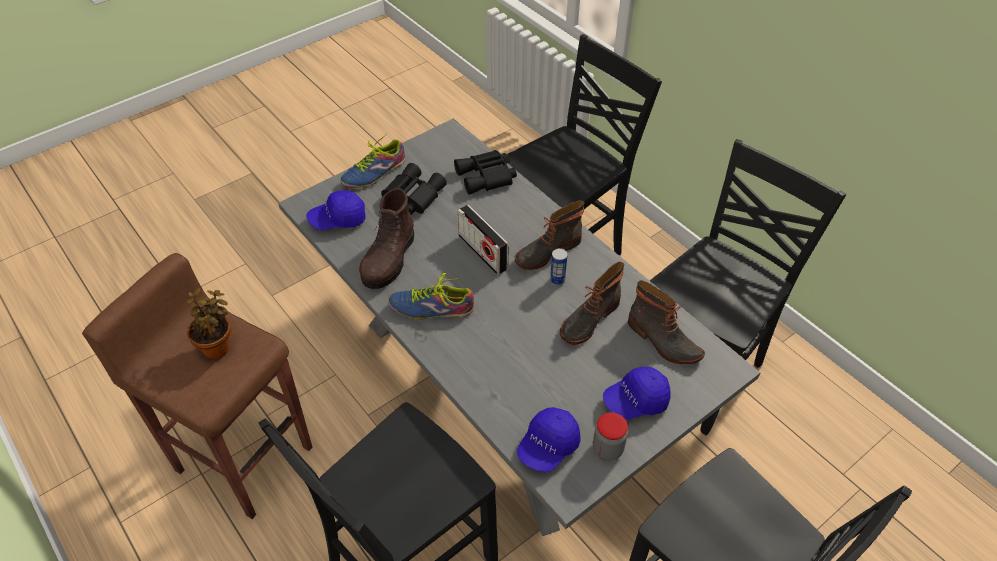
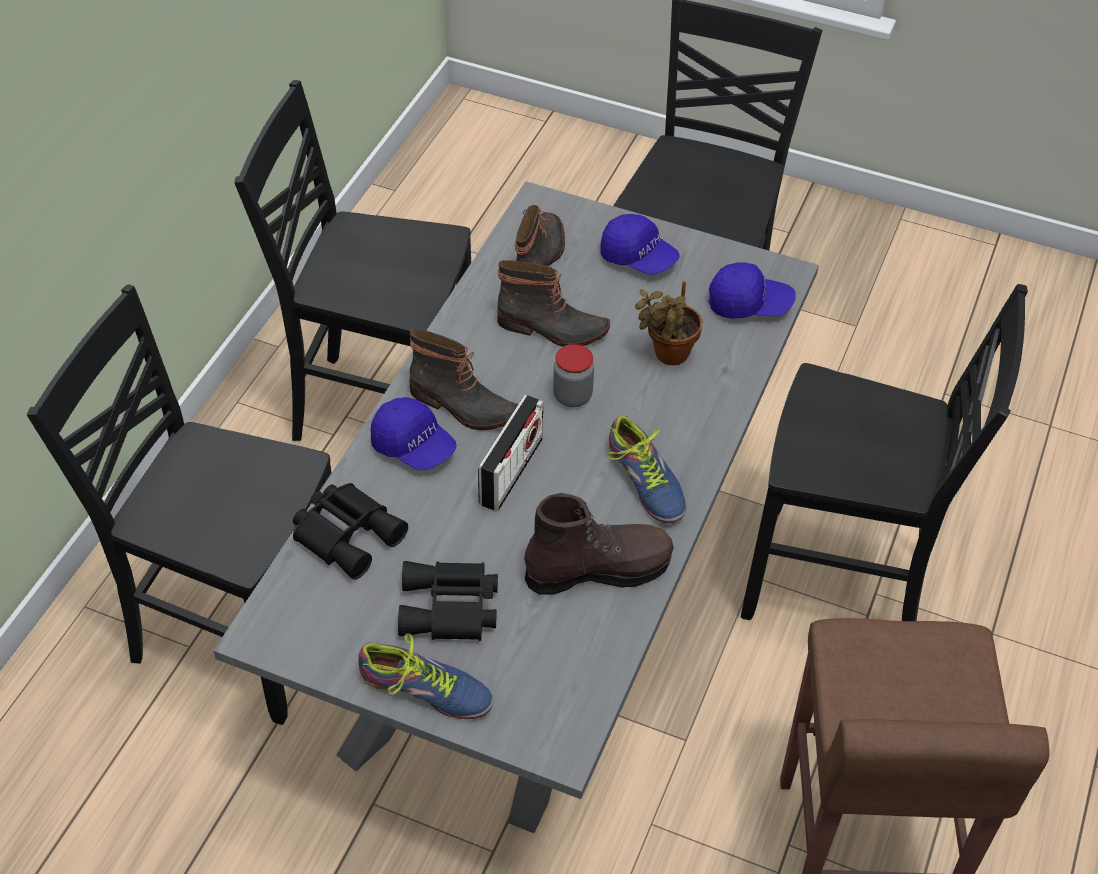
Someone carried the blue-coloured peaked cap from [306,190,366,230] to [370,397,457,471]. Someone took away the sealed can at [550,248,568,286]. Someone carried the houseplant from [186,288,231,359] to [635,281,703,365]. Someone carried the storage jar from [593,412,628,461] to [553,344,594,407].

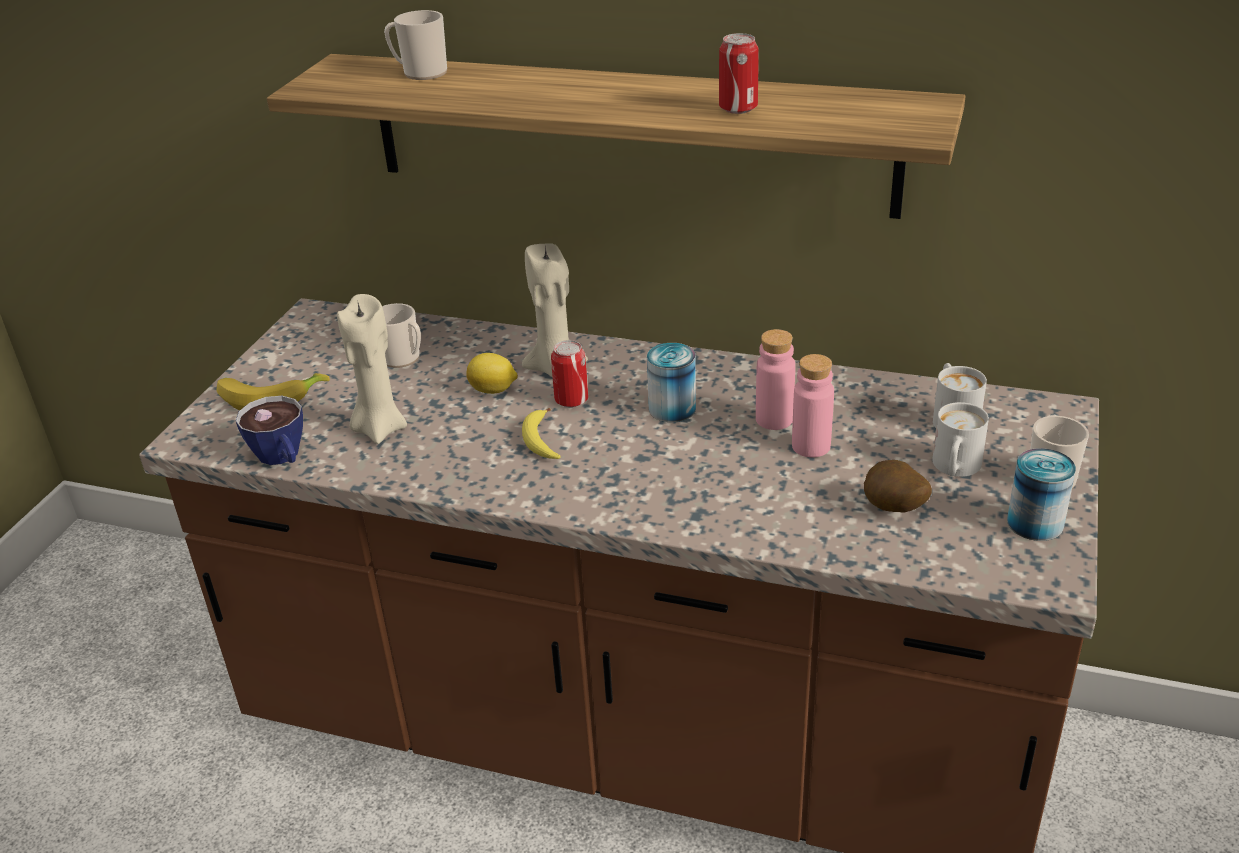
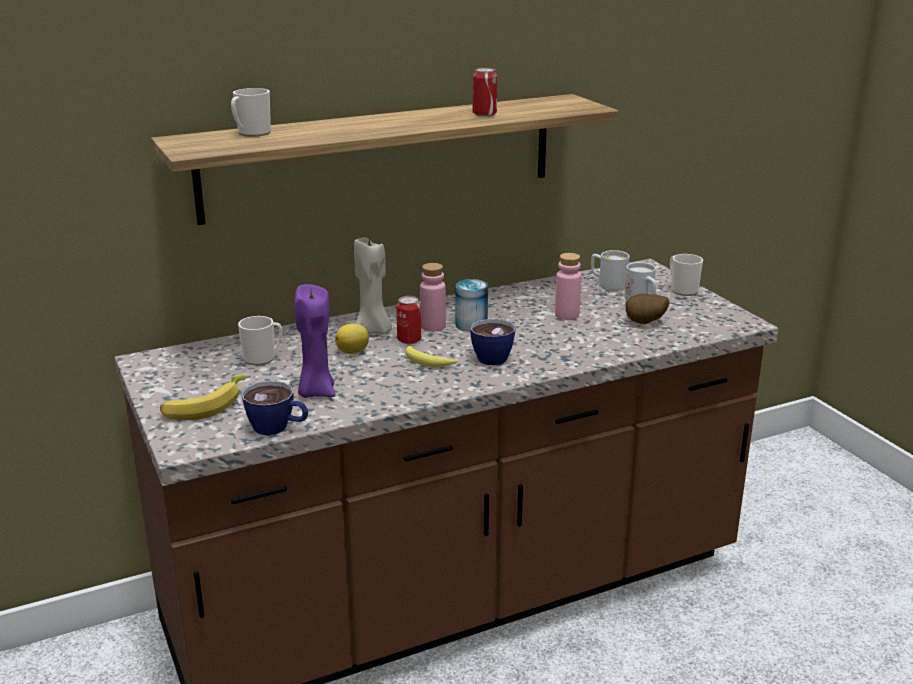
Someone repainted the sand-coloured wax light at [337,294,407,444], which became the purplish wax light at [294,284,335,398]. Someone carried the pinkish drink bottle from [756,329,795,430] to [420,263,446,332]. Someone took away the sealed can at [1007,448,1076,541]. Someone put down the drinking cup at [470,319,516,365].

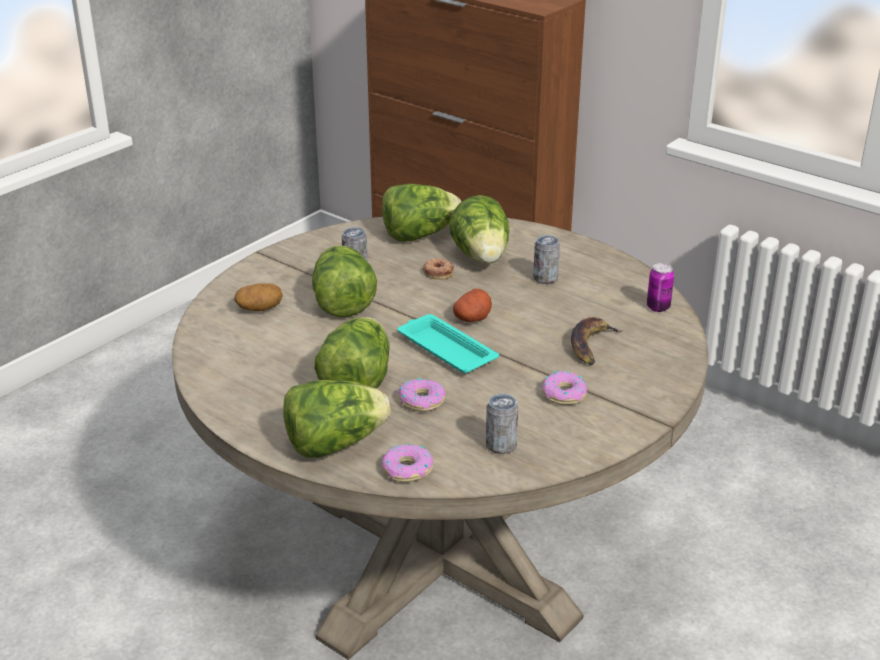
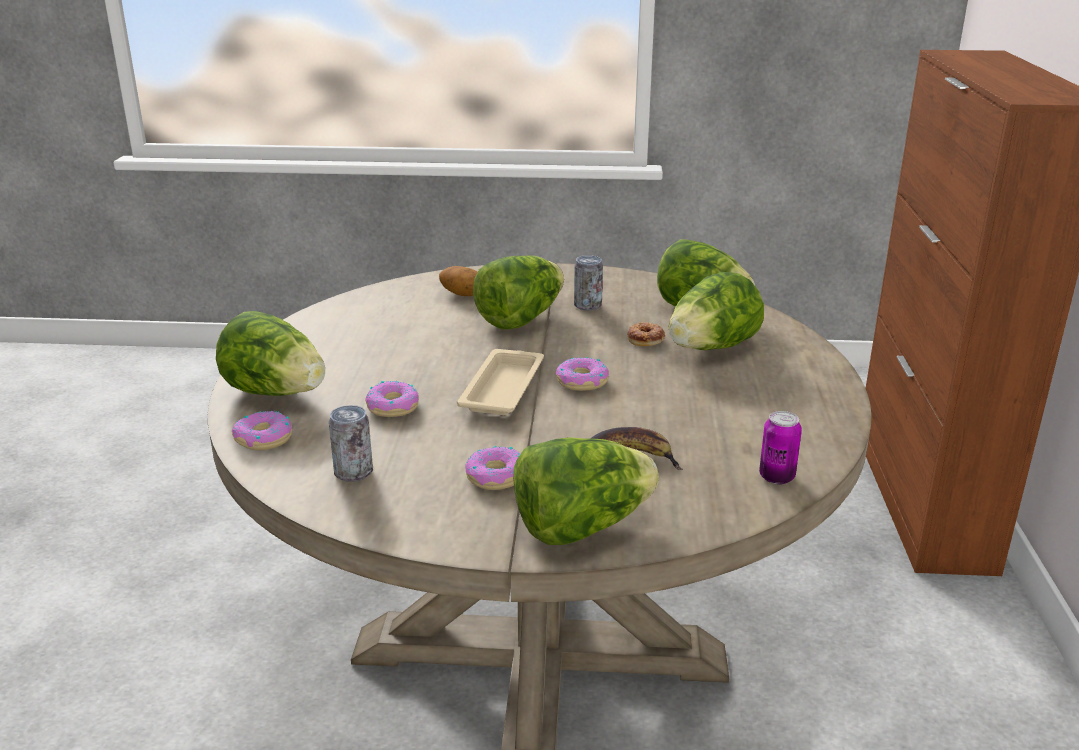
Someone took away the sealed can at [533,235,560,284]. Someone swapped the potato at [453,289,492,322] for the donut at [556,357,609,391]. Someone repainted the blue-green carrying tray at [397,314,499,373], which became the sand-coloured carrying tray at [457,349,544,415]. Someone carried the lettuce from [314,317,390,389] to [513,437,659,545].

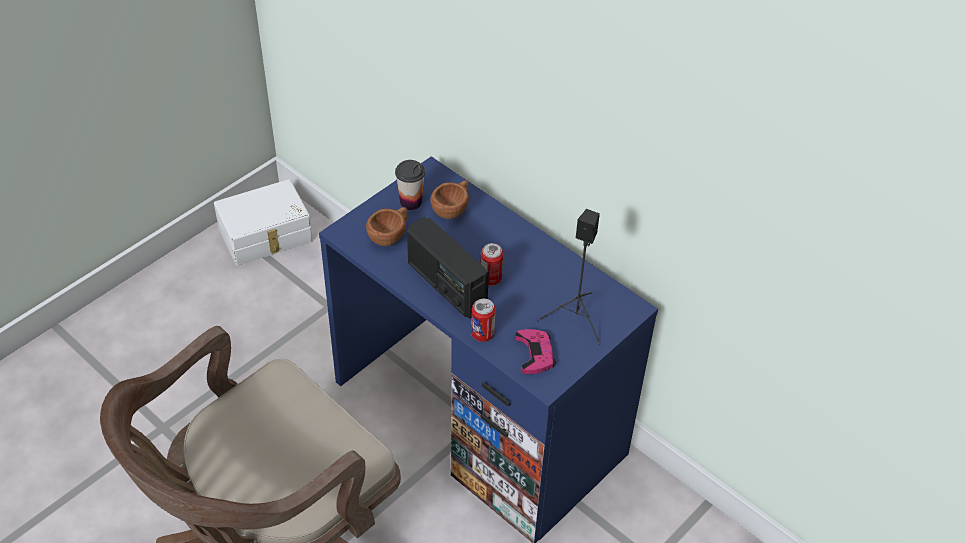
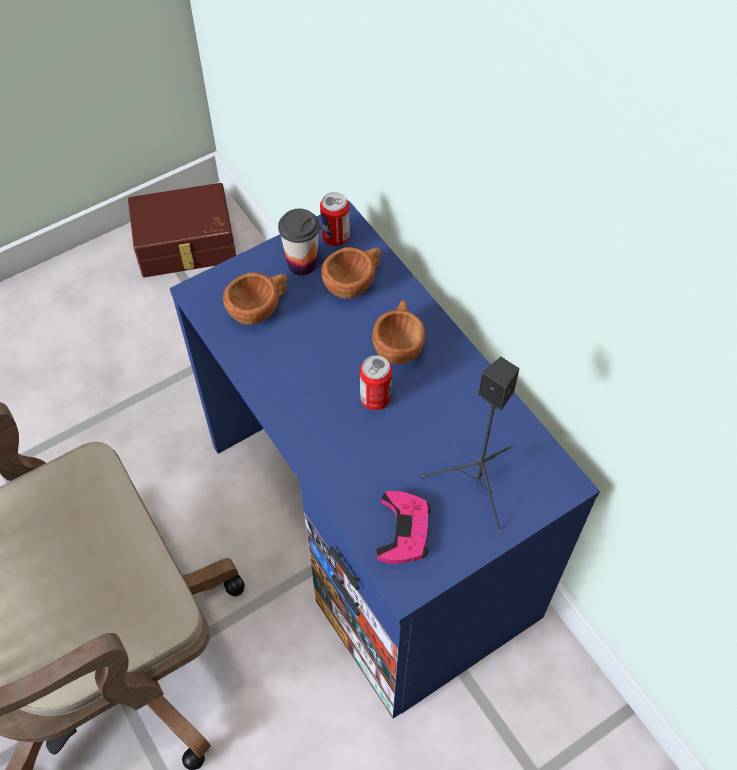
Someone repainted the white-coloured storage container at [214,179,313,266], which became the brownish storage container at [128,183,236,277]. Someone took away the radio receiver at [407,217,489,319]. Someone carried the sealed can from [471,299,496,342] to [320,192,350,246]. Someone put down the brownish drinking cup at [372,300,425,364].

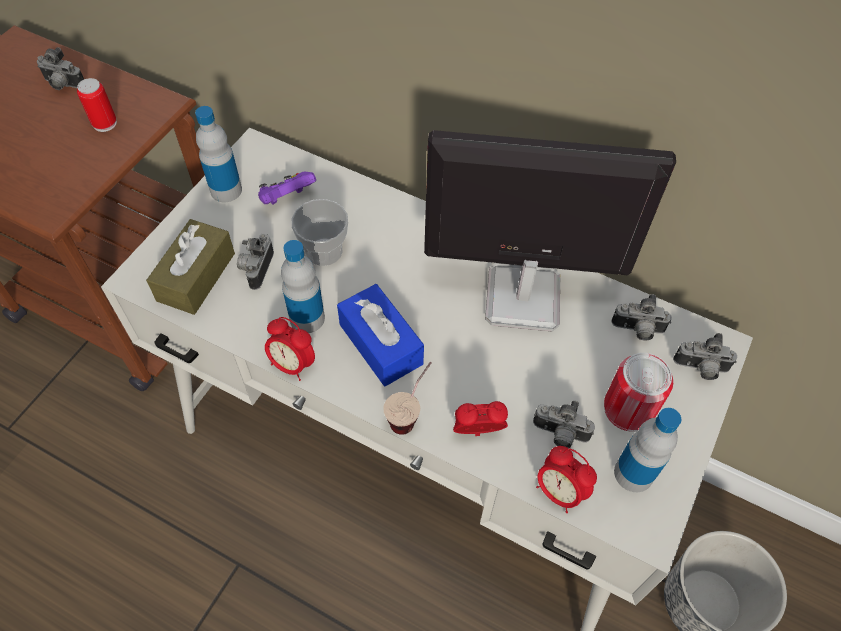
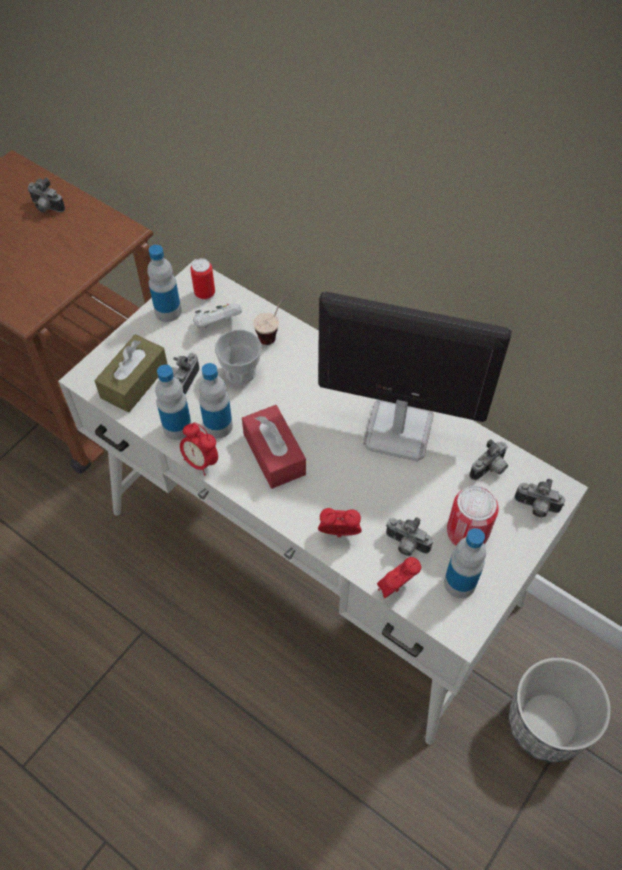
Someone carried the sealed can from [77,78,117,132] to [190,258,215,301]. Someone repainted the purplish gamepad at [258,172,316,205], which became the white-coloured gamepad at [193,303,242,328]. Someone repainted the blue-coloured tissue box at [337,284,424,386], which became the red tissue box at [242,405,306,489]. Someone rotated the still camera at [611,294,672,341] by 60 degrees counterclockwise. Someone carried the drinking cup from [383,362,432,435] to [253,292,290,345]. Someone rotated the alarm clock at [536,446,597,513] by 90 degrees clockwise. Someone put down the drink bottle at [155,365,192,440].

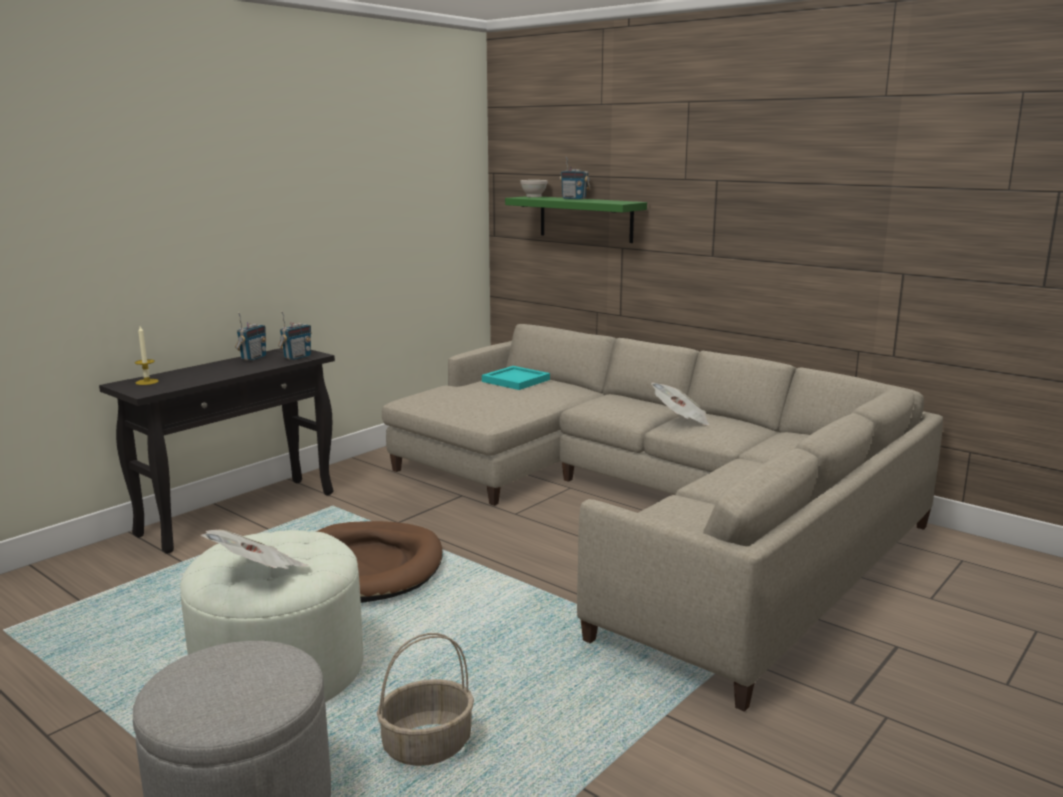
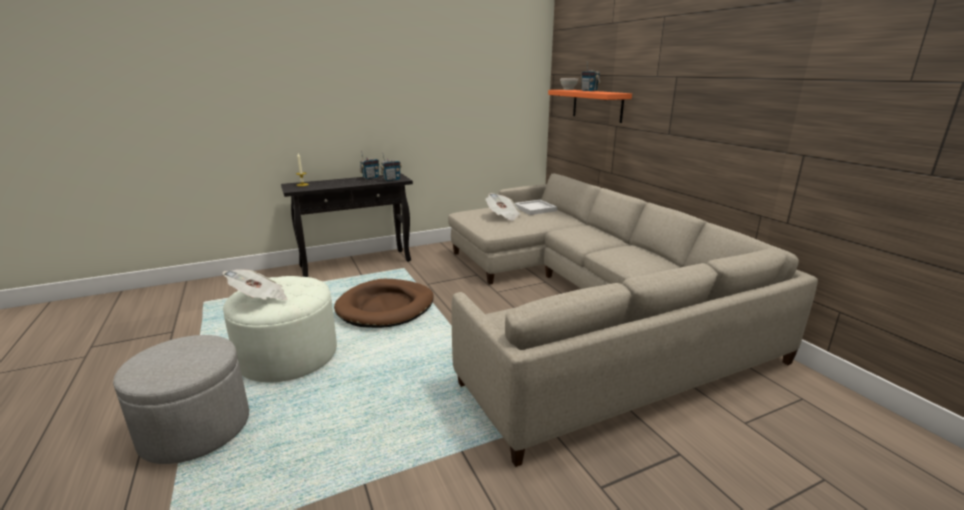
Someone repainted the greenish shelf at [505,196,647,243], which became the orange shelf at [548,90,632,123]. Someone repainted the blue-green carrying tray at [482,366,550,390], which became the white-coloured carrying tray at [514,200,557,215]. Someone carried the newspaper from [651,382,709,425] to [486,193,521,221]. Someone took away the storage basket at [377,633,474,766].

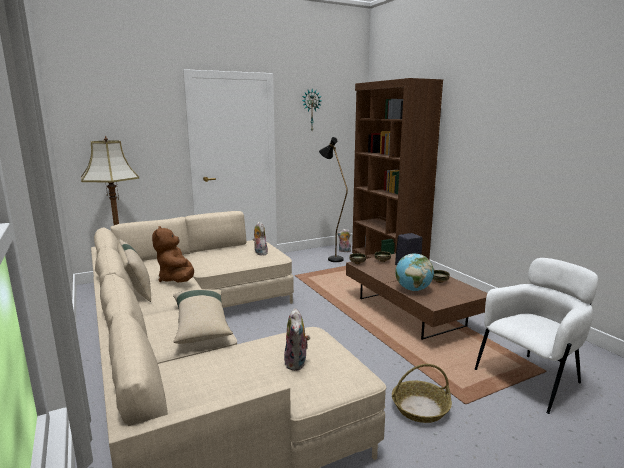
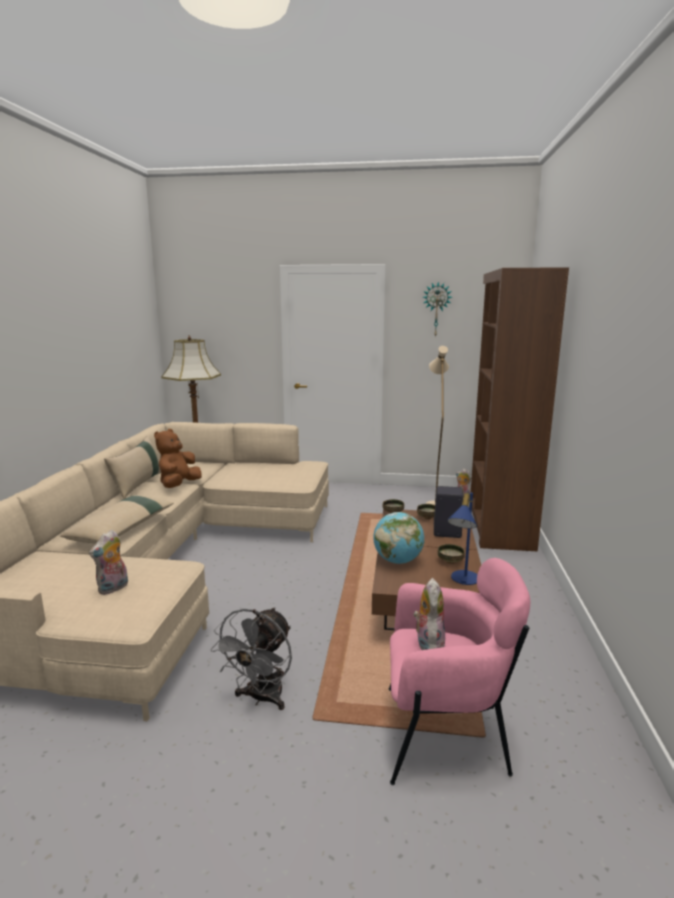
Someone repainted the blackish standing lamp at [319,137,348,262], which became the sand-coloured standing lamp at [426,346,449,505]. Someone carried the soft toy from [253,222,268,255] to [414,578,445,650]. Someone repainted the white-coloured easy chair at [474,258,598,414], which became the pinkish easy chair at [389,558,530,785]. Someone swapped the storage basket at [392,364,452,423] for the greyish electric fan at [211,607,292,710]. Someone put down the blue-coloured tabletop lamp at [447,492,478,585].

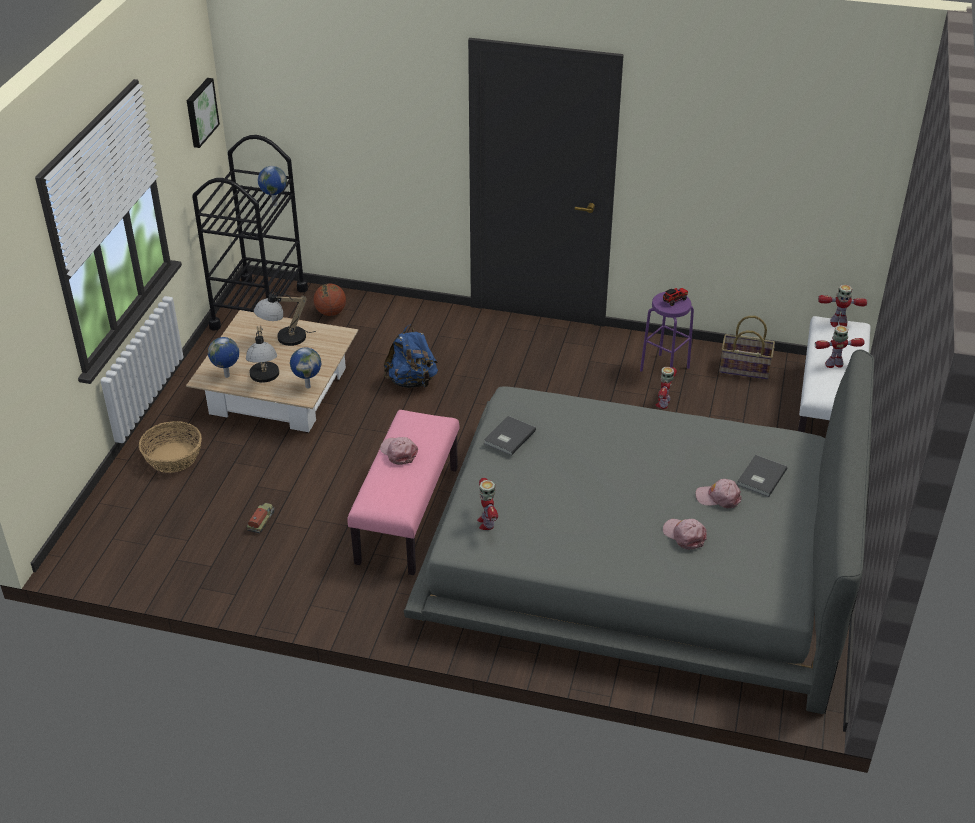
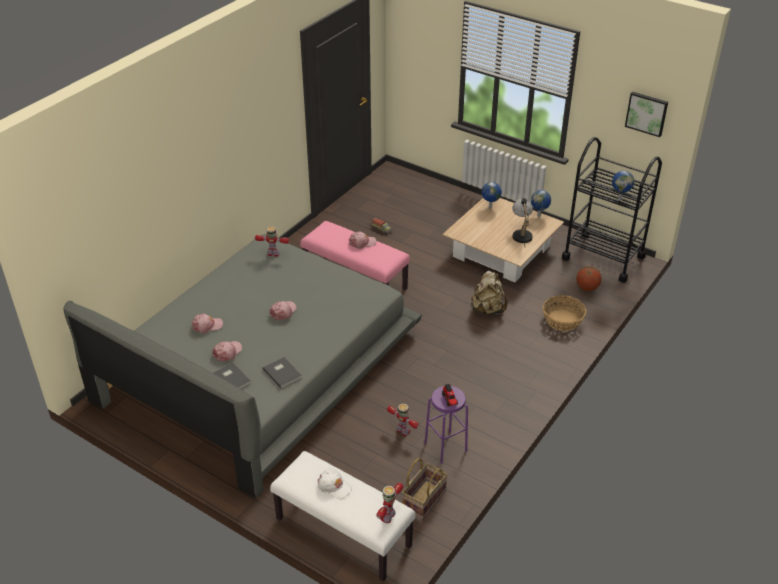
Someone repainted the blue-coloured knapsack at [384,325,438,388], which became the sand-coloured knapsack at [471,271,507,315]. Someone swapped the toy robot at [815,325,865,368] for the white-coloured peaked cap at [318,468,352,499]. Someone took away the tabletop lamp at [246,326,279,383]. Someone carried the desk globe from [290,347,321,388] to [531,190,551,217]. Someone carried the greyish bound book from [484,416,536,456] to [263,357,302,389]. Someone carried the storage basket from [139,421,202,473] to [543,295,586,331]. Someone put down the pinkish peaked cap at [269,301,297,320].

